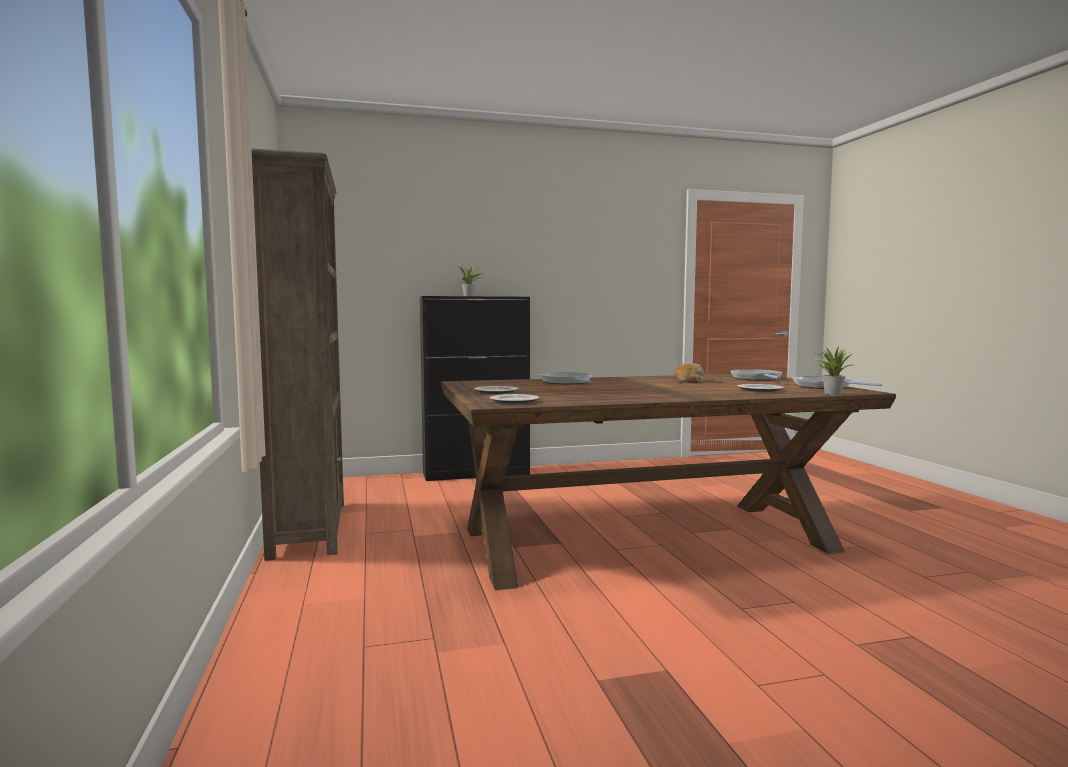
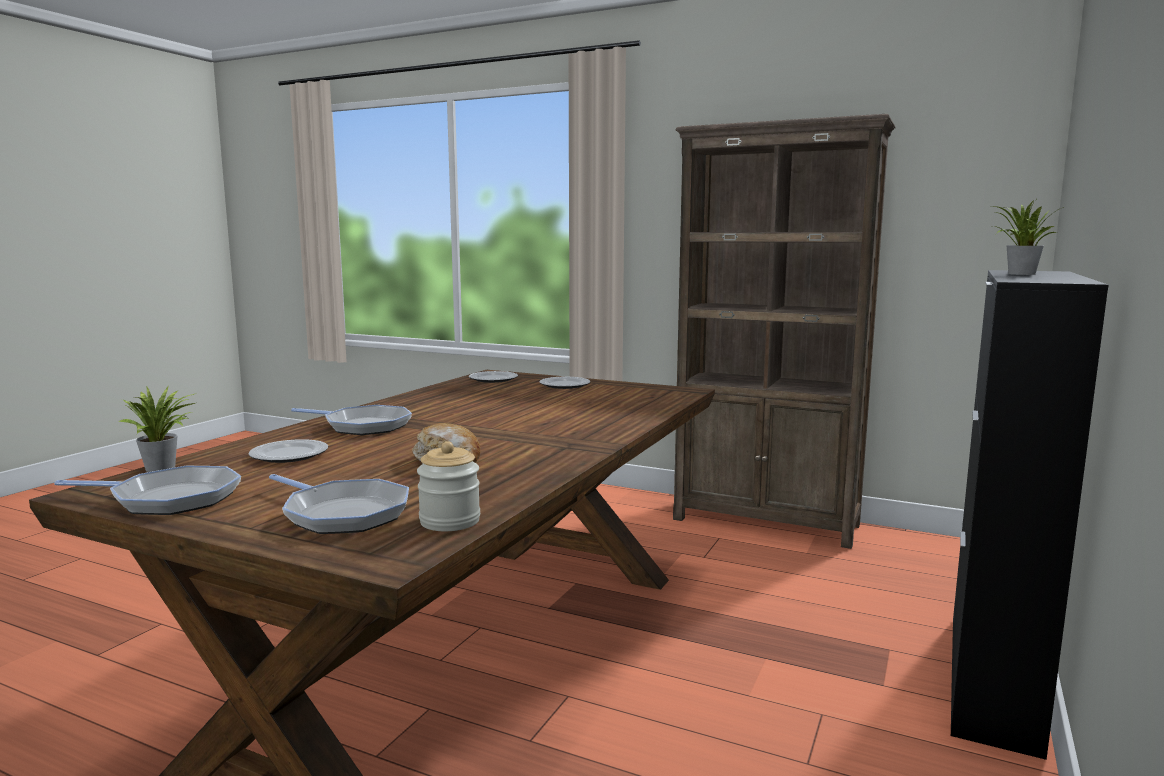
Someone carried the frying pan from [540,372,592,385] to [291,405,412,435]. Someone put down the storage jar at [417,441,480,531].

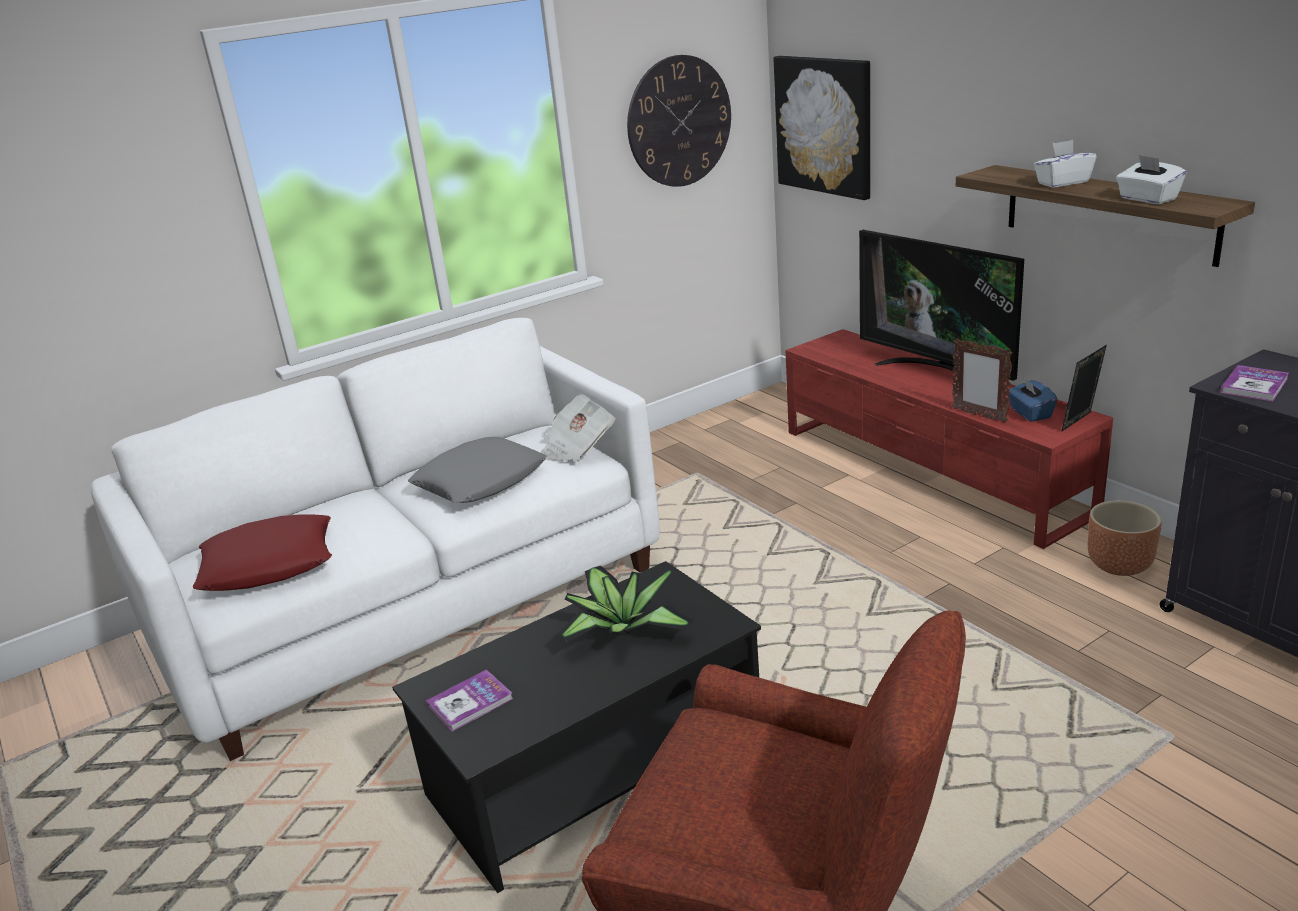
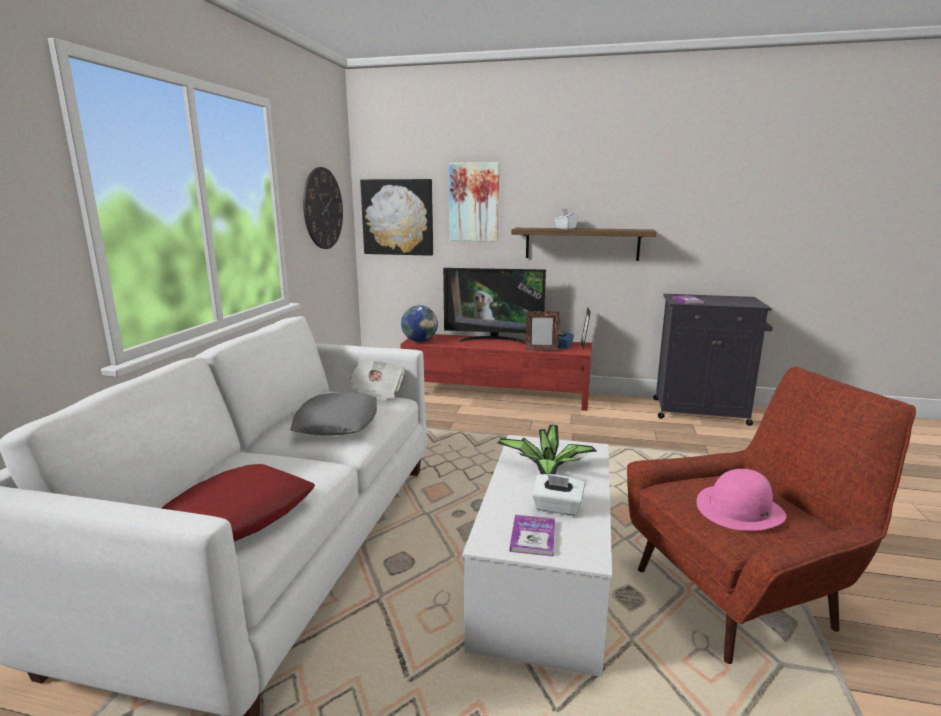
Someone carried the white-coloured tissue box from [1116,155,1187,204] to [532,474,585,516]. Someone took away the brownish planter at [1088,500,1162,576]. Someone repainted the blackish low table at [392,561,761,893], which became the white-coloured low table at [462,435,612,677]. Someone put up the wall picture at [449,162,499,241]. Someone put down the desk globe at [401,305,438,342]. Someone put down the pinkish clothing hat at [696,469,786,531].

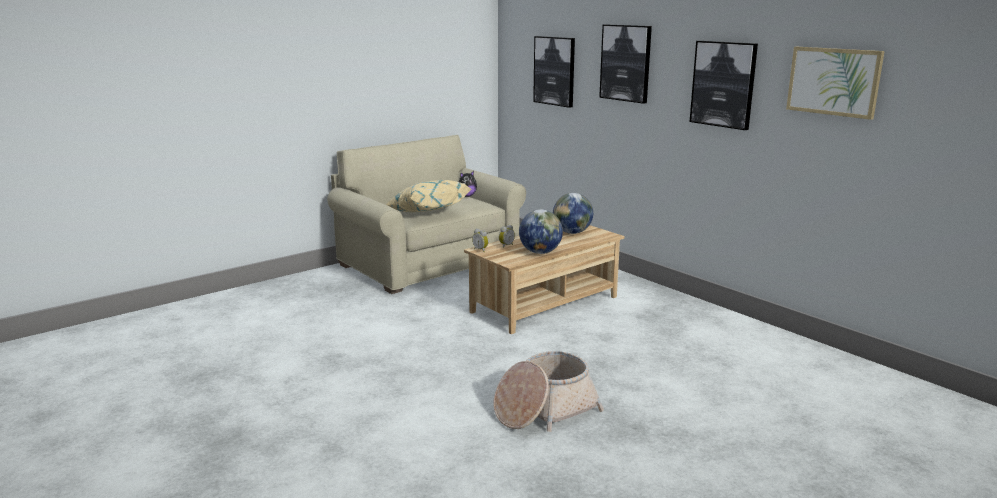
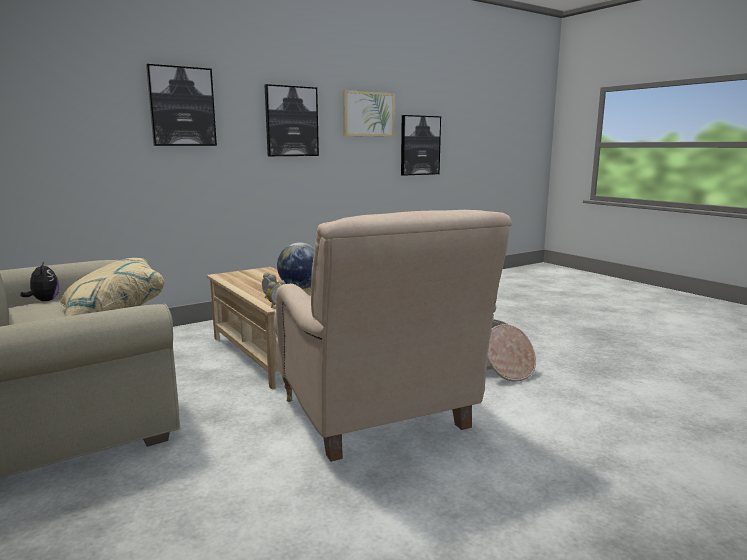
Someone carried the wall picture from [533,36,575,108] to [401,115,441,176]. Someone took away the desk globe at [553,193,593,234]. Someone put down the sand-coloured easy chair at [274,210,512,462].

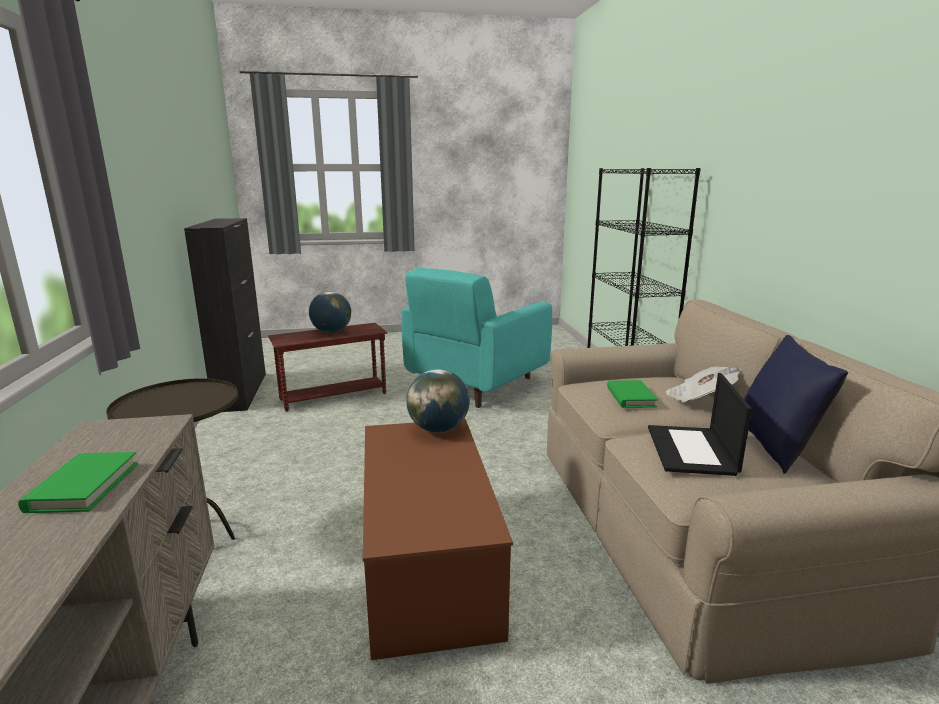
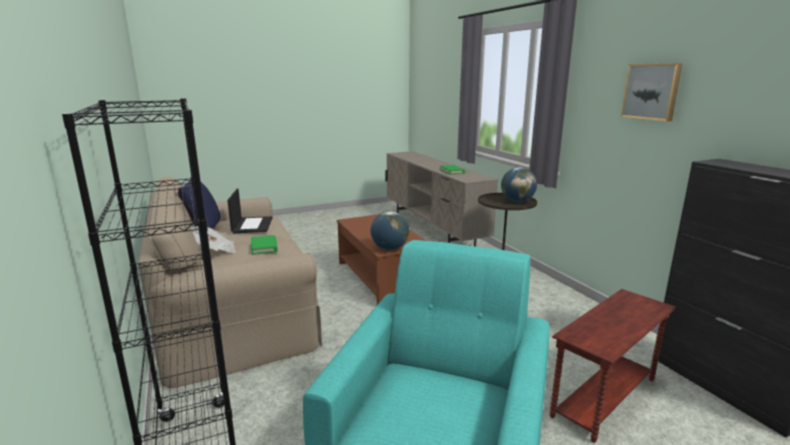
Someone carried the desk globe from [309,292,351,333] to [501,167,537,202]. Someone put up the wall picture at [621,63,683,121].

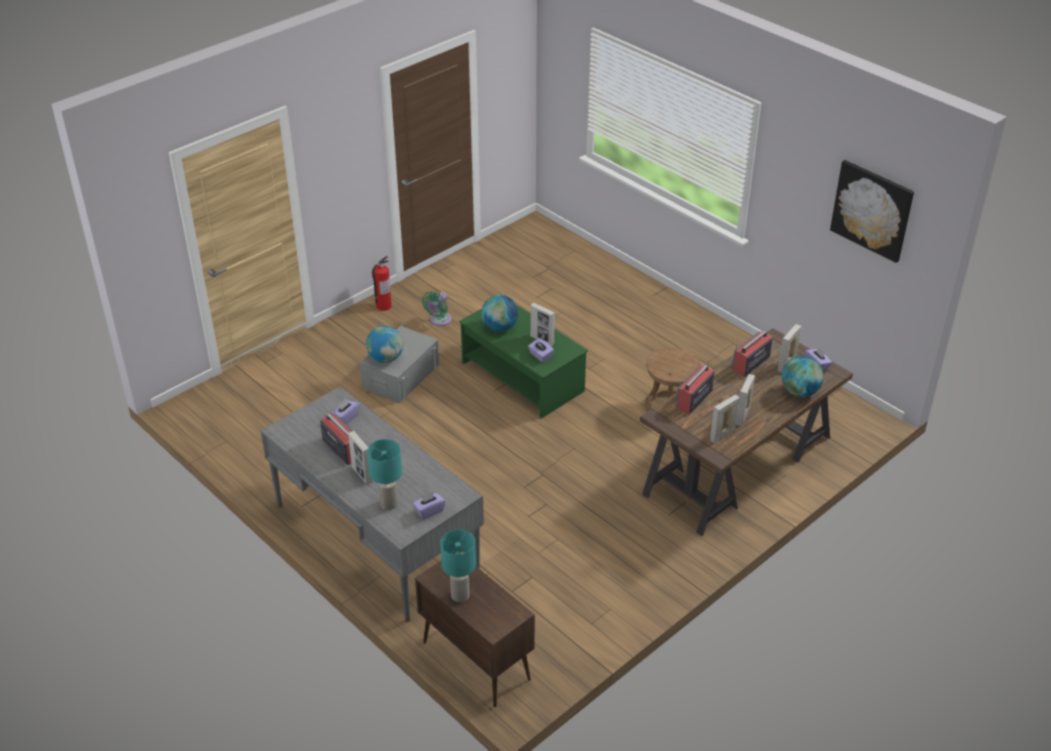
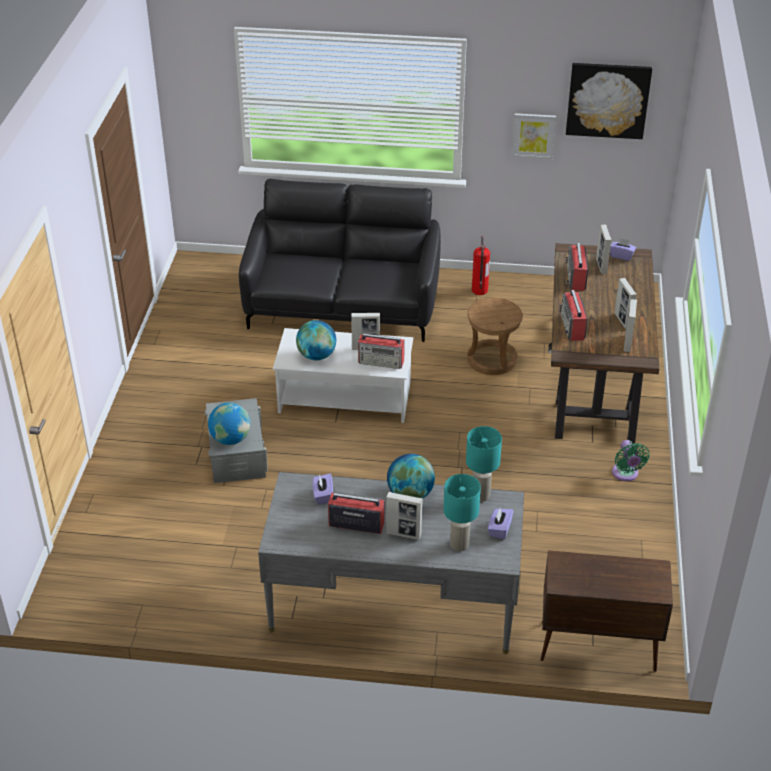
Someone carried the extinguisher from [372,256,391,311] to [472,236,490,295]. Someone carried the greenish electric fan from [422,291,452,326] to [612,440,650,481]. Someone repainted the greenish low table at [459,305,588,419], which became the white-coloured low table at [273,328,413,423]. Someone swapped the purplish tissue box at [528,338,554,362] for the radio receiver at [358,333,405,369]. Someone carried the desk globe from [782,356,824,397] to [387,454,435,499]. Someone carried the blue-green tabletop lamp from [440,529,476,602] to [466,426,502,502]. Someone put up the wall picture at [512,113,556,159]. Someone put down the blackish settee at [239,179,441,342].

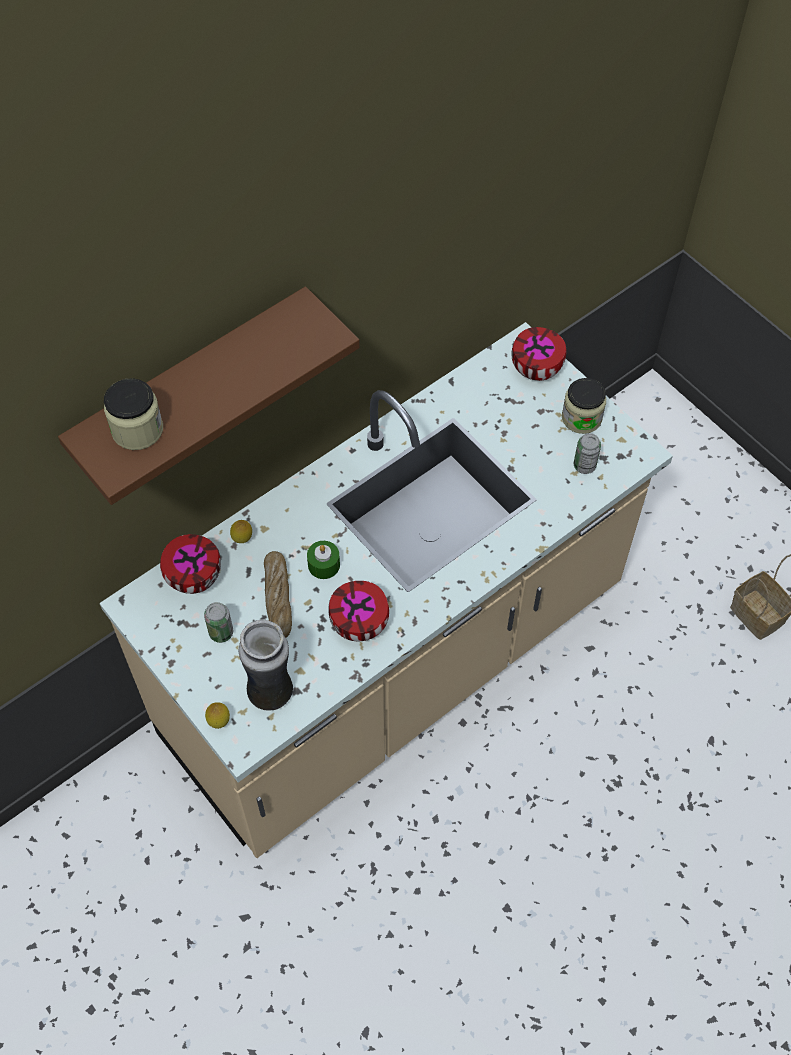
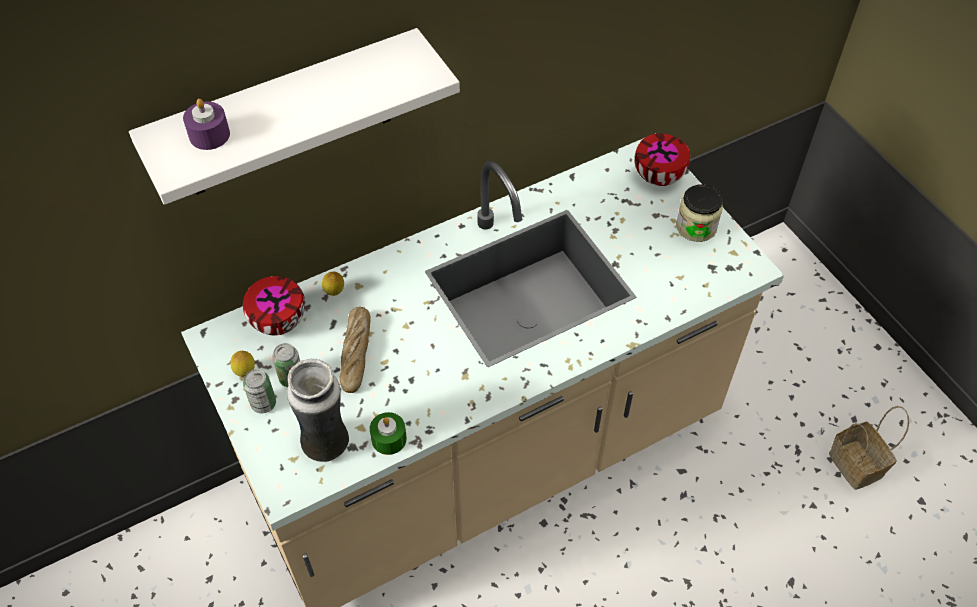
Someone repainted the brownish shelf at [58,286,360,505], which became the white-coloured shelf at [129,28,460,205]. Someone swapped the storage jar at [104,378,163,450] for the purplish wax light at [183,99,230,150]. Someone carried the sealed can from [574,433,601,474] to [243,369,276,414]. Someone carried the greenish wax light from [307,541,340,579] to [370,412,407,455]. Someone took away the bowl at [328,581,389,641]. Someone carried the lemon from [205,702,230,729] to [230,351,255,377].

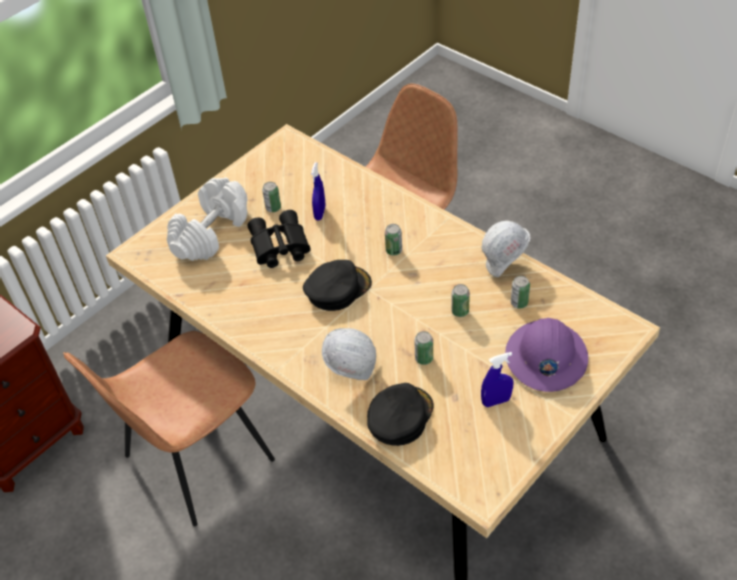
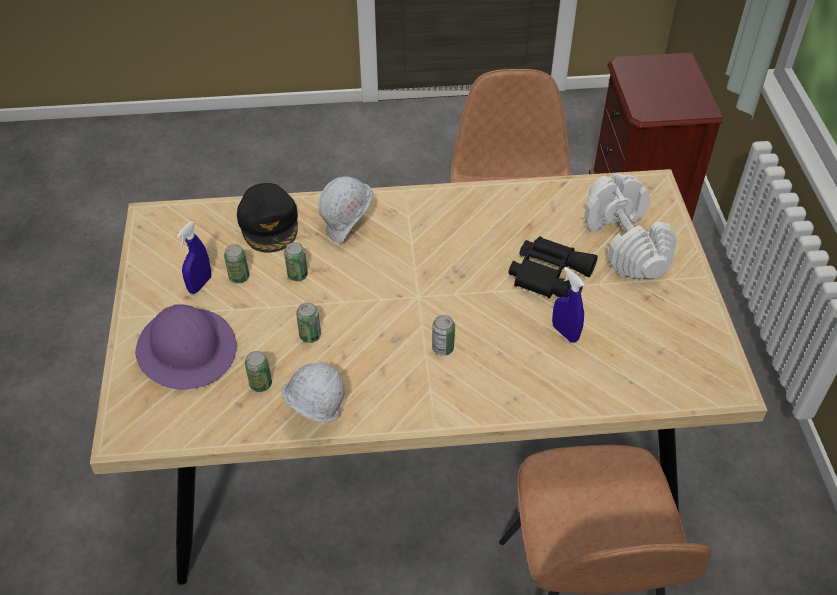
Someone carried the sealed can from [262,182,281,212] to [224,244,249,284]. Someone took away the blackish peaked cap at [303,260,372,311].

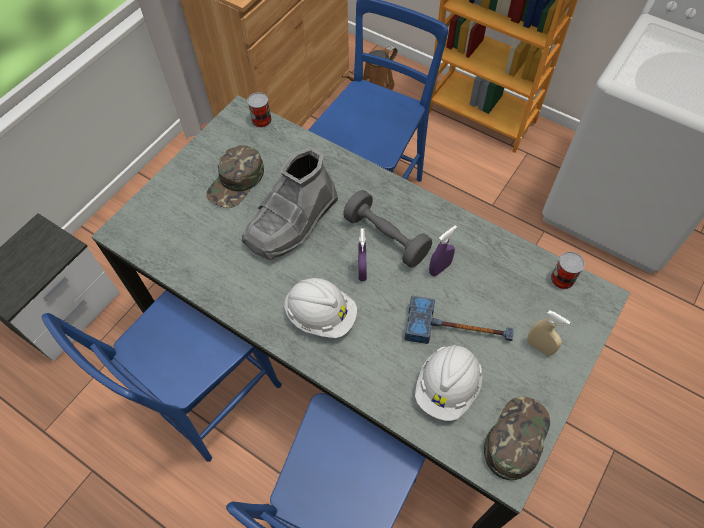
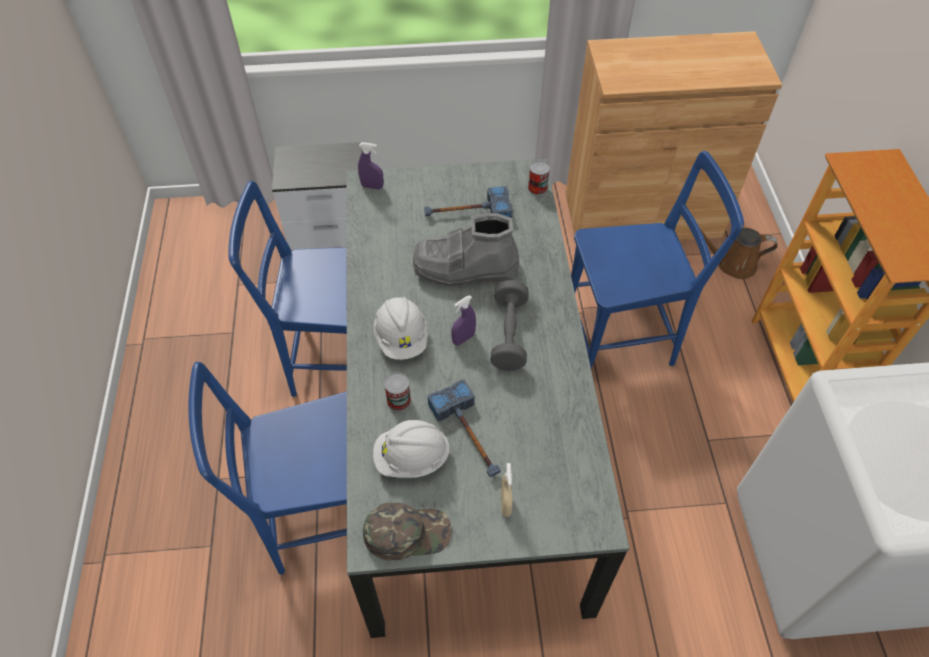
Someone swapped the greenish peaked cap at [206,145,264,208] for the hand hammer at [424,186,513,218]. Someone carried the purplish hand sprayer from [429,225,457,276] to [358,142,384,189]. Someone carried the sealed can from [551,252,585,290] to [384,372,411,411].

